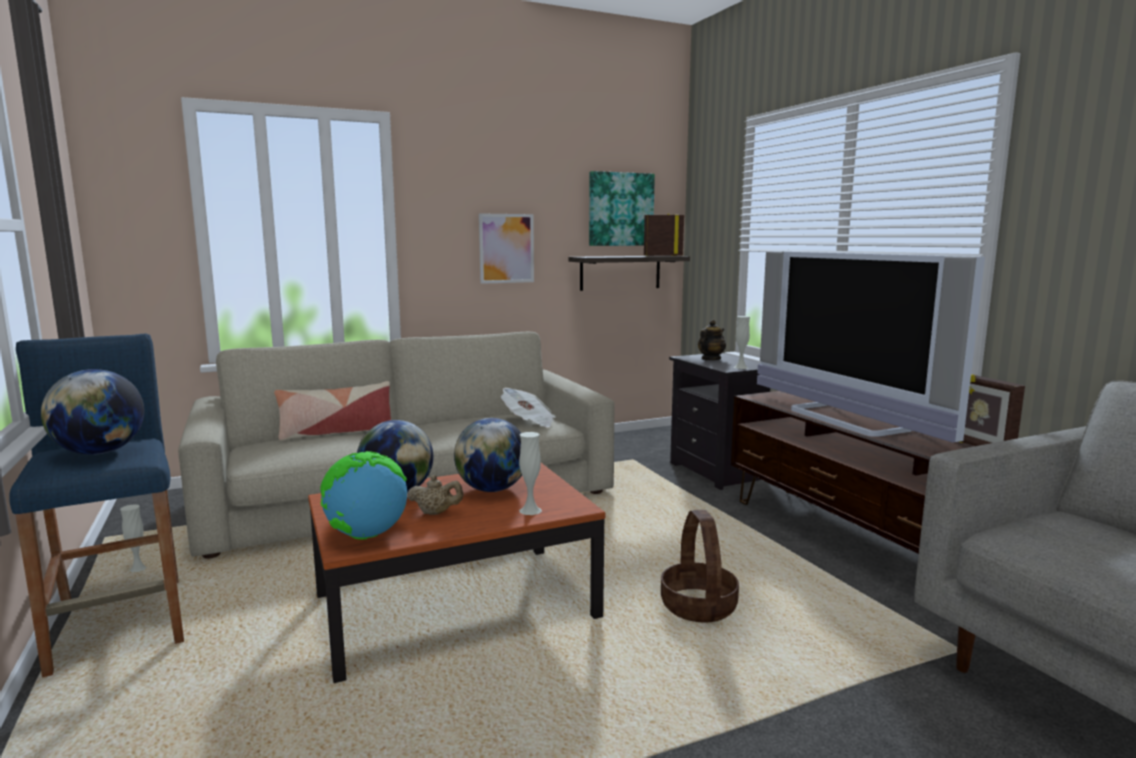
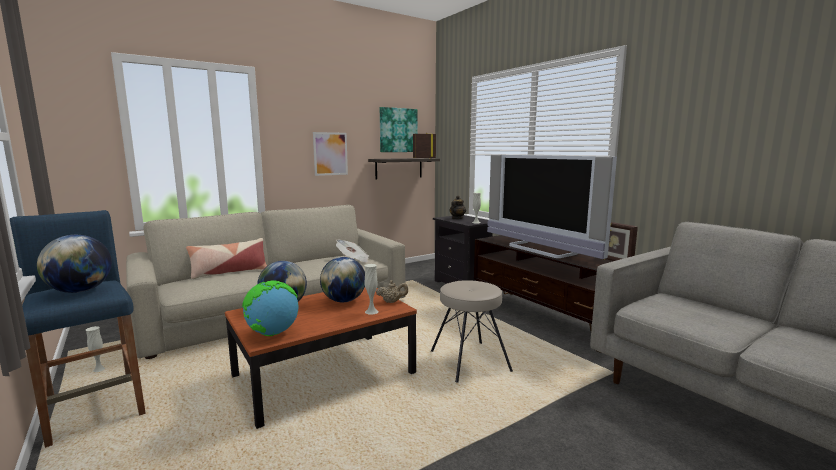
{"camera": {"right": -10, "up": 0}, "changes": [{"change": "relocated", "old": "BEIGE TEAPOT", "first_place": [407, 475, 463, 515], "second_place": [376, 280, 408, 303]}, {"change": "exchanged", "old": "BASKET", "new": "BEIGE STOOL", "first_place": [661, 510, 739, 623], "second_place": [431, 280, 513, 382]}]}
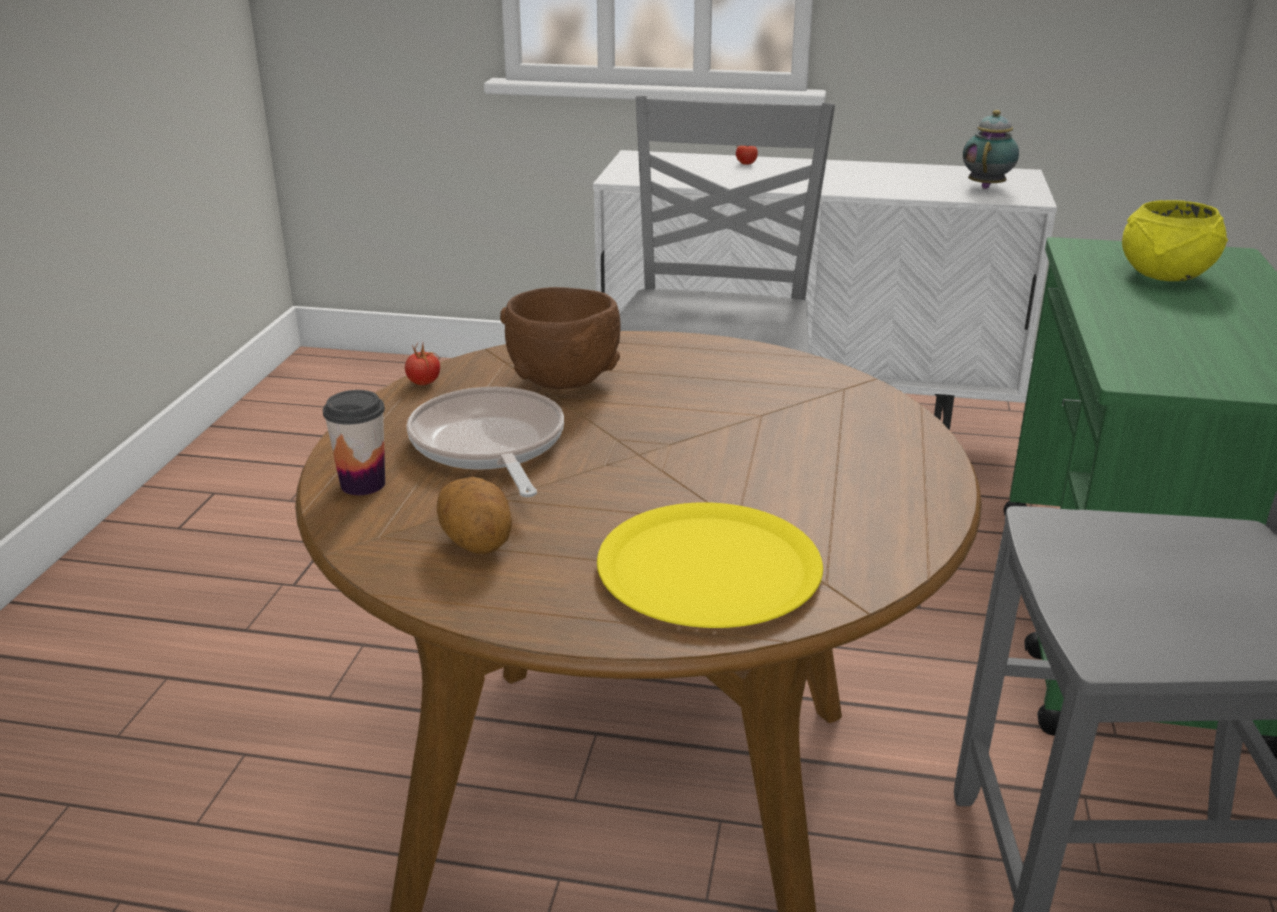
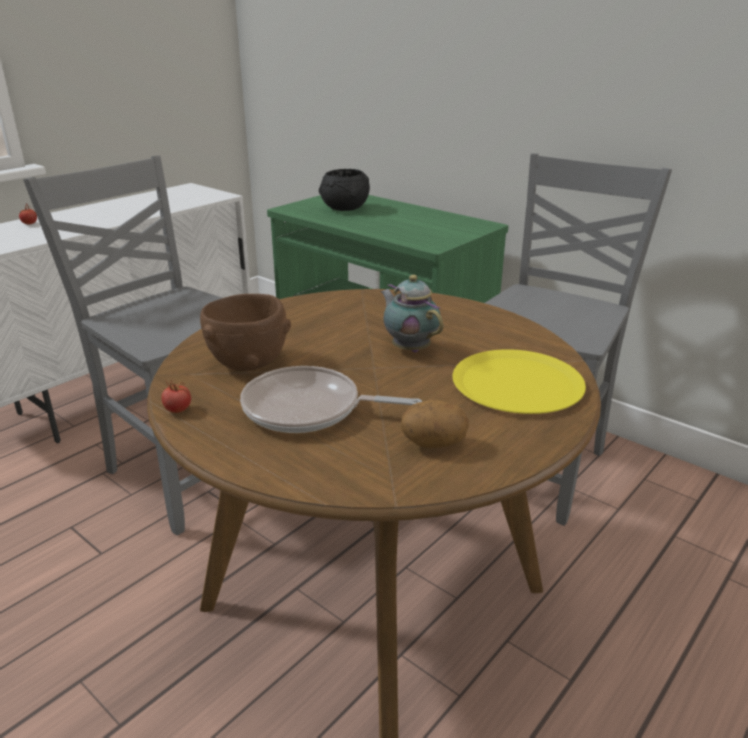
{"camera": {"right": -60, "up": 0}, "changes": [{"change": "missing", "old": "CUP", "first_place": [323, 390, 385, 495]}, {"change": "relocated", "old": "TEAPOT", "first_place": [963, 110, 1019, 189], "second_place": [380, 275, 443, 352]}, {"change": "colour", "old": "YELLOW BOWL", "new": "BLACK BOWL", "first_place": [1122, 200, 1228, 281], "second_place": [319, 169, 370, 211]}]}
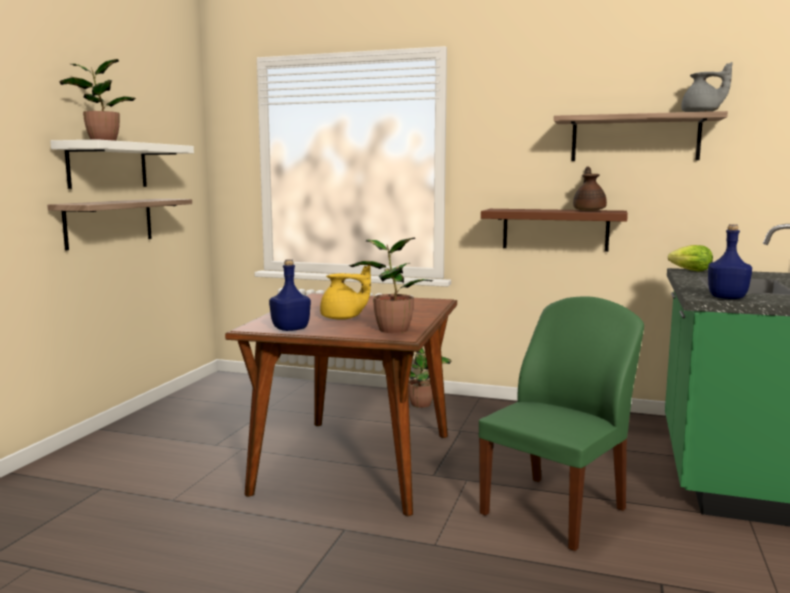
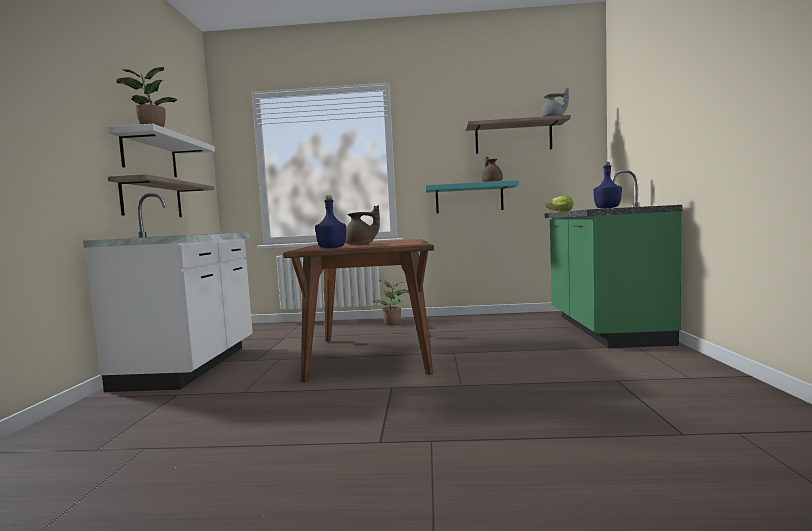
{"camera": {"right": -15, "up": -5}, "changes": [{"change": "missing", "old": "POTTED PLANT", "first_place": [349, 238, 433, 333]}, {"change": "missing", "old": "GREEN CHAIR", "first_place": [479, 297, 644, 551]}, {"change": "appeared", "new": "WHITE COUNTER", "second_place": [83, 193, 253, 392]}, {"change": "colour", "old": "YELLOW TEAPOT", "new": "BROWN TEAPOT", "first_place": [320, 265, 371, 320], "second_place": [345, 205, 380, 245]}, {"change": "colour", "old": "BROWN SHELF", "new": "TURQUOISE SHELF", "first_place": [481, 209, 628, 252], "second_place": [426, 180, 519, 213]}]}
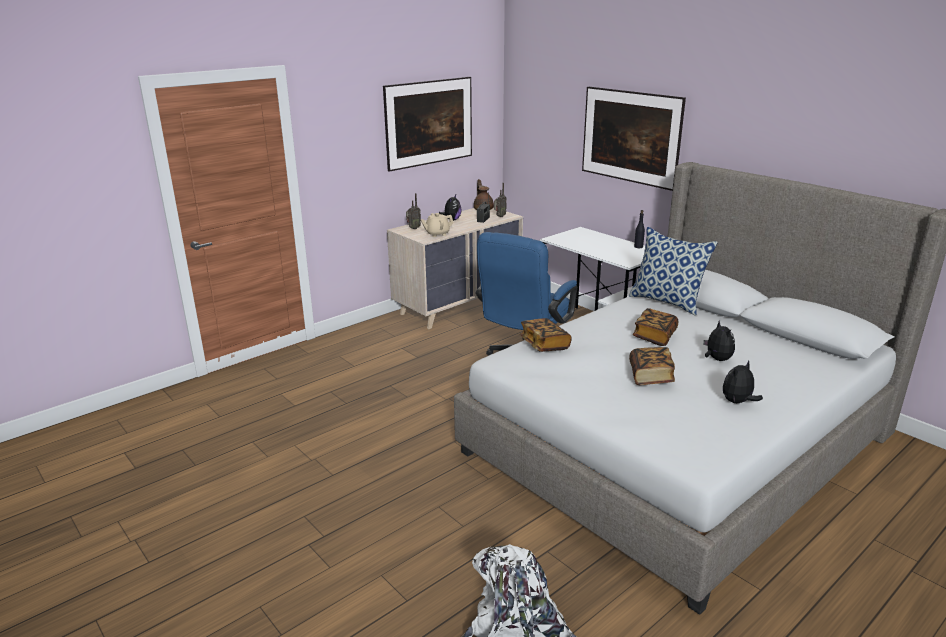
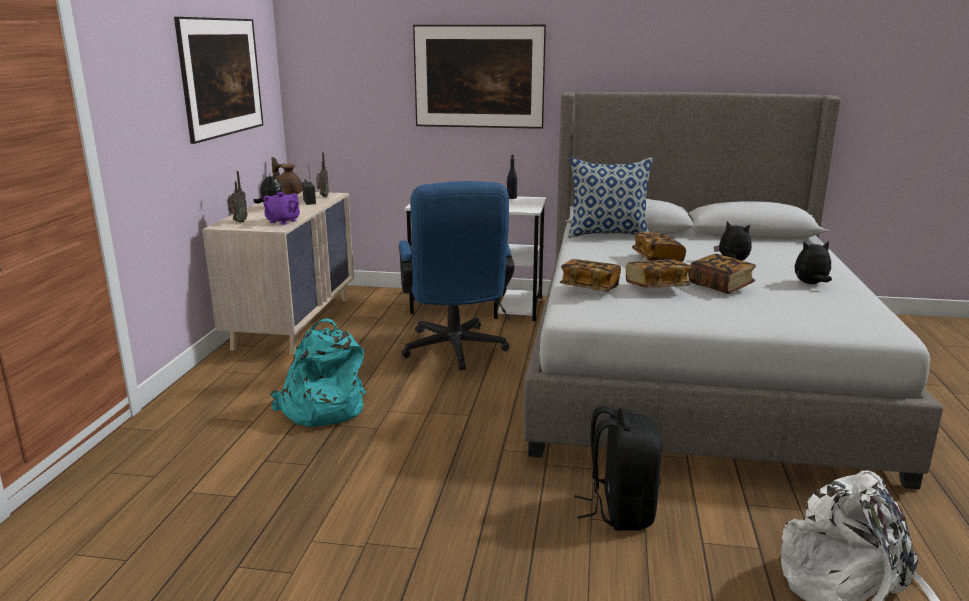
{"camera": {"right": -40, "up": -5}, "changes": [{"change": "appeared", "new": "TURQUOISE BACKPACK", "second_place": [270, 318, 366, 427]}, {"change": "appeared", "new": "BLACK BACKPACK", "second_place": [575, 406, 662, 531]}, {"change": "appeared", "new": "BOOK", "second_place": [626, 259, 692, 288]}, {"change": "colour", "old": "BEIGE TEAPOT", "new": "PURPLE TEAPOT", "first_place": [421, 213, 454, 237], "second_place": [263, 192, 300, 225]}, {"change": "spun", "old": "PLUSH TOY", "first_place": [723, 360, 763, 403], "second_place": [795, 241, 832, 284], "degrees": 75}]}
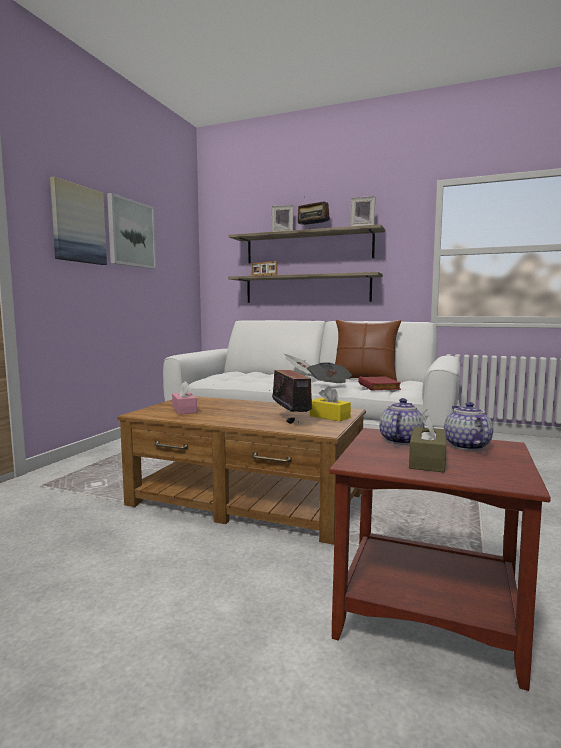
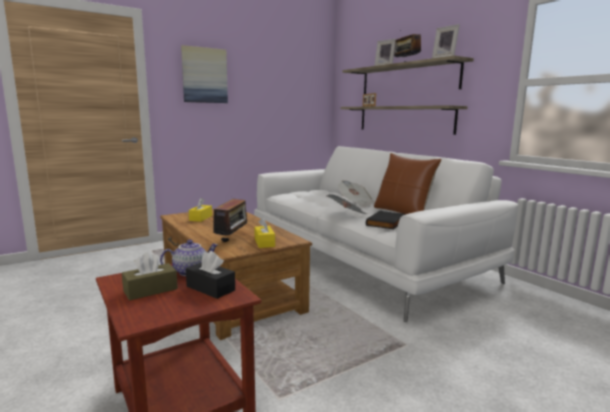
{"camera": {"right": 35, "up": 5}, "changes": [{"change": "missing", "old": "PICTURE", "first_place": [107, 193, 156, 269]}, {"change": "exchanged", "old": "TEAPOT", "new": "BLACK TISSUE BOX", "first_place": [444, 402, 493, 450], "second_place": [186, 251, 235, 299]}, {"change": "colour", "old": "PINK TISSUE BOX", "new": "YELLOW TISSUE BOX", "first_place": [172, 381, 197, 414], "second_place": [189, 198, 212, 222]}, {"change": "colour", "old": "RED BOOK", "new": "BLACK BOOK", "first_place": [358, 376, 401, 391], "second_place": [366, 210, 405, 229]}]}
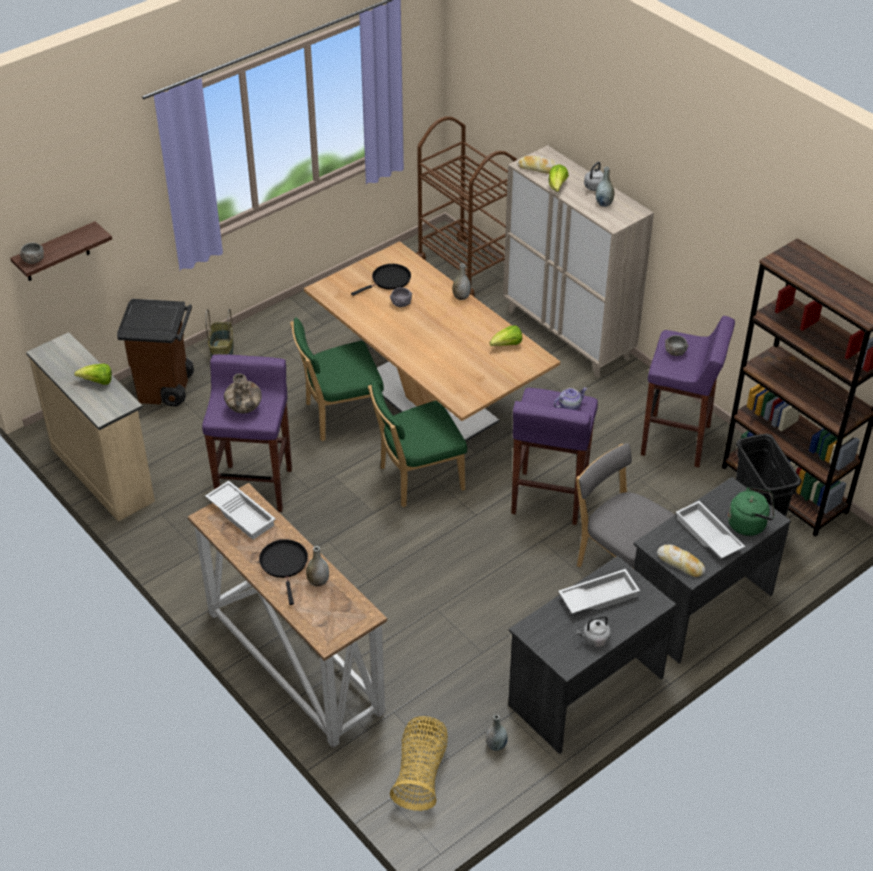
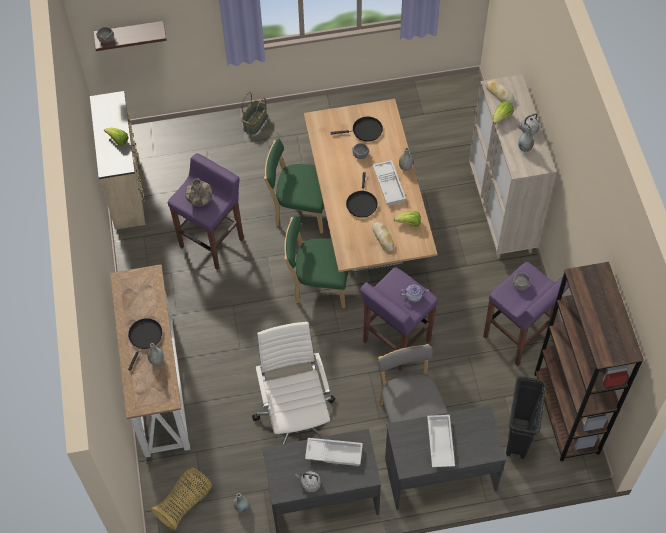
{"camera": {"right": 30, "up": 15}, "changes": [{"change": "missing", "old": "BROWN TRASH CAN", "first_place": [117, 299, 194, 406]}, {"change": "missing", "old": "BROWN CART", "first_place": [416, 116, 517, 297]}, {"change": "missing", "old": "GREEN KETTLE", "first_place": [728, 487, 775, 536]}, {"change": "appeared", "new": "WHITE OFFICE CHAIR", "second_place": [252, 322, 336, 444]}, {"change": "appeared", "new": "BLACK FRYING PAN", "second_place": [346, 172, 378, 218]}, {"change": "relocated", "old": "WHITE TRAY", "first_place": [205, 481, 276, 540], "second_place": [373, 160, 406, 206]}, {"change": "relocated", "old": "BREAD", "first_place": [657, 544, 706, 577], "second_place": [372, 222, 394, 251]}]}
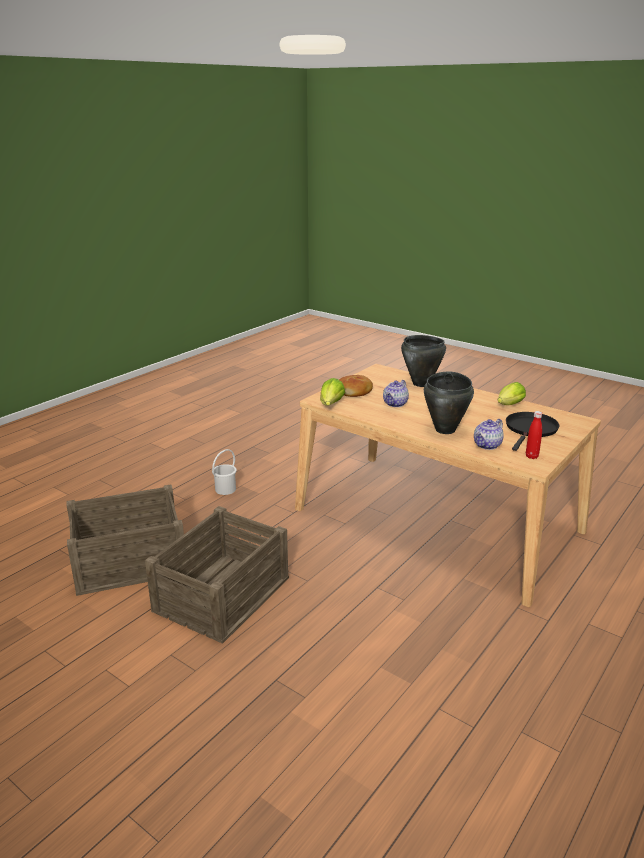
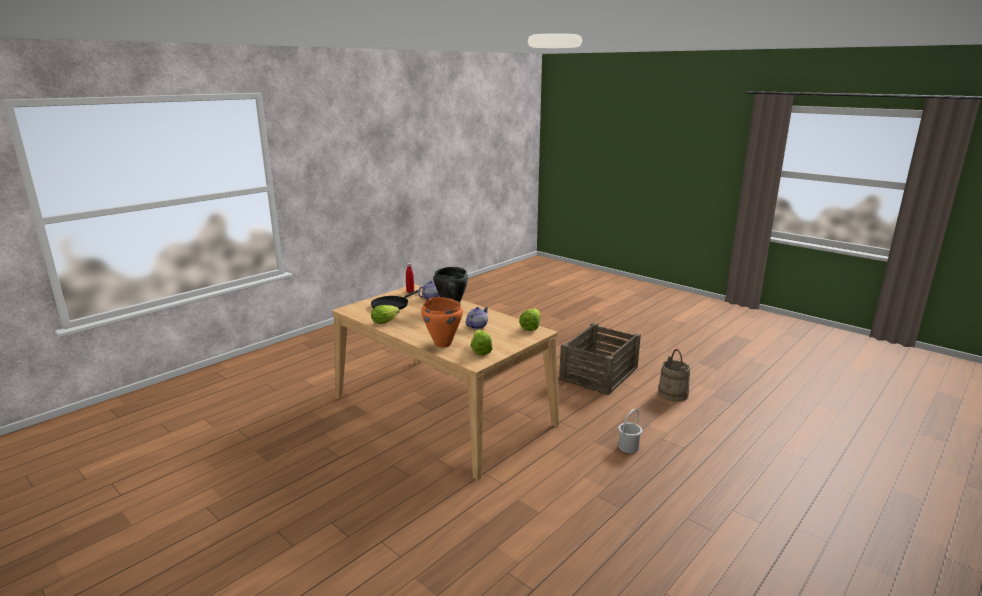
{"camera": {"right": -175, "up": -5}, "changes": [{"change": "missing", "old": "BREAD", "first_place": [339, 375, 373, 397]}, {"change": "appeared", "new": "LETTUCE", "second_place": [470, 330, 492, 355]}, {"change": "exchanged", "old": "CRATE", "new": "BEIGE BUCKET", "first_place": [66, 485, 184, 596], "second_place": [658, 349, 690, 401]}, {"change": "colour", "old": "BLACK COOKING POT", "new": "ORANGE COOKING POT", "first_place": [401, 335, 446, 387], "second_place": [421, 297, 463, 348]}]}
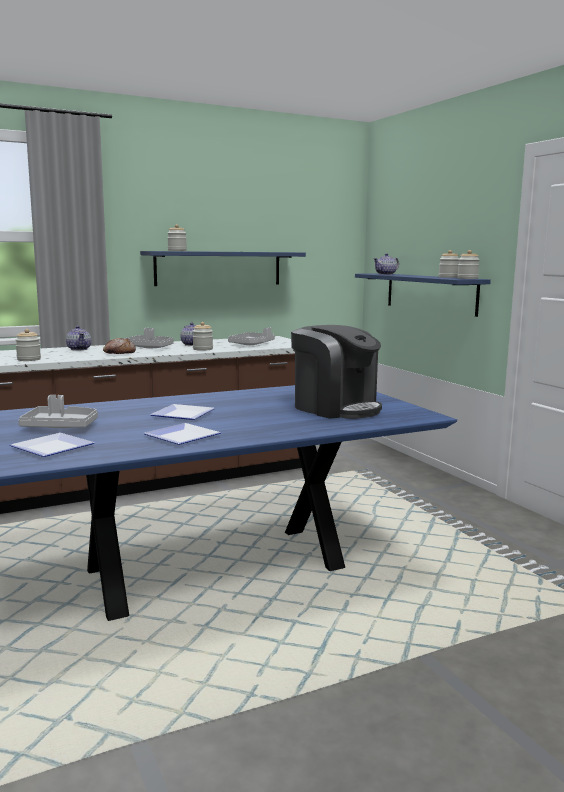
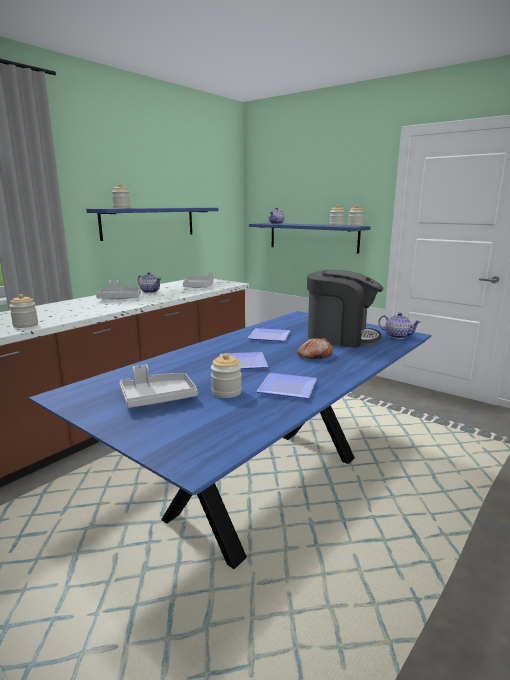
{"camera": {"right": -25, "up": 5}, "changes": [{"change": "relocated", "old": "PLATE", "first_place": [10, 433, 95, 457], "second_place": [247, 328, 290, 341]}, {"change": "relocated", "old": "TEAPOT", "first_place": [66, 326, 91, 351], "second_place": [378, 312, 421, 339]}, {"change": "relocated", "old": "BREAD", "first_place": [103, 338, 136, 354], "second_place": [297, 338, 333, 359]}, {"change": "relocated", "old": "JAR", "first_place": [192, 322, 213, 351], "second_place": [211, 353, 242, 398]}]}
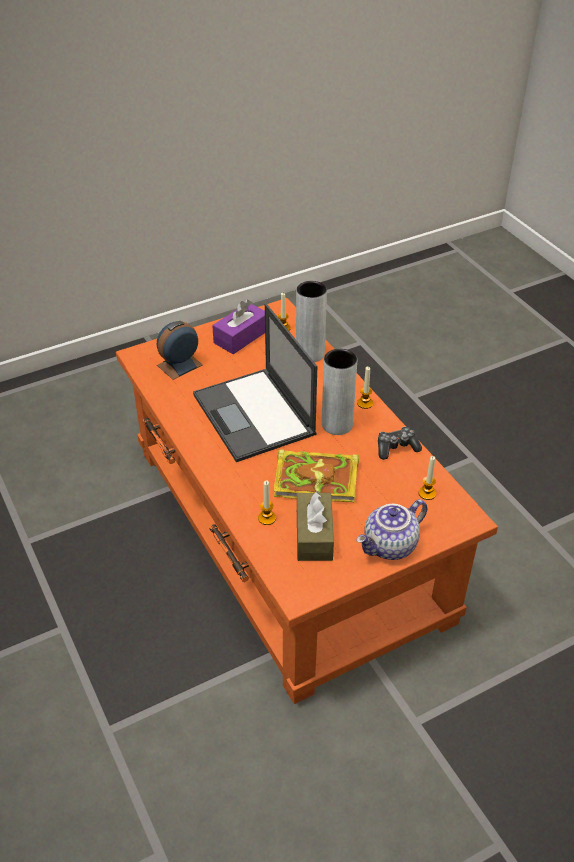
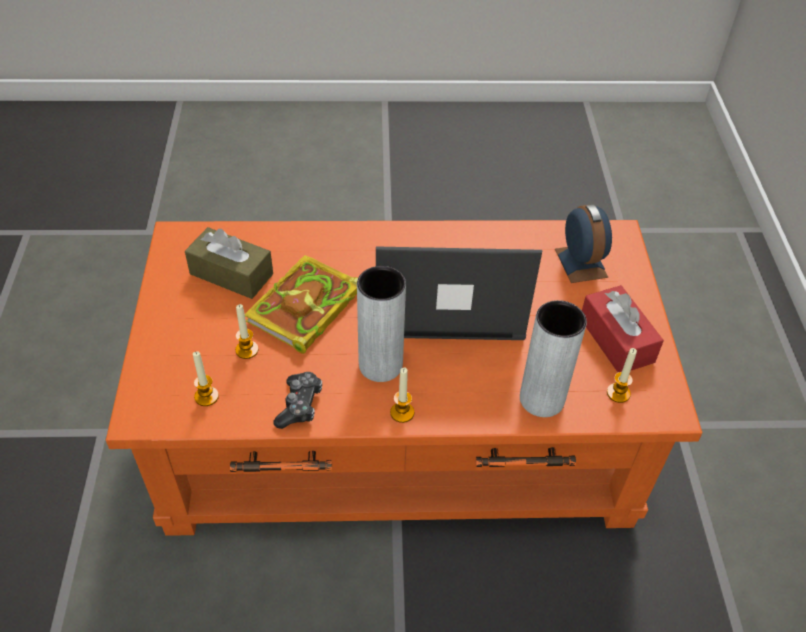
{"camera": {"right": 115, "up": 5}, "changes": [{"change": "missing", "old": "TEAPOT", "first_place": [356, 499, 427, 560]}, {"change": "relocated", "old": "CANDLE", "first_place": [258, 480, 276, 525], "second_place": [235, 304, 259, 359]}, {"change": "colour", "old": "PURPLE TISSUE BOX", "new": "RED TISSUE BOX", "first_place": [212, 300, 265, 354], "second_place": [582, 285, 664, 372]}]}
